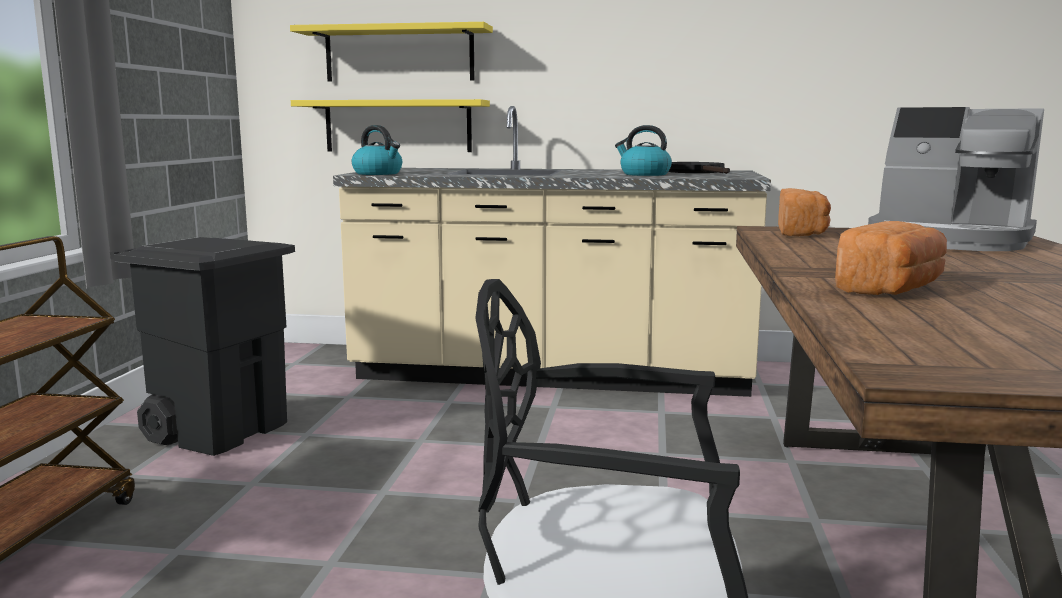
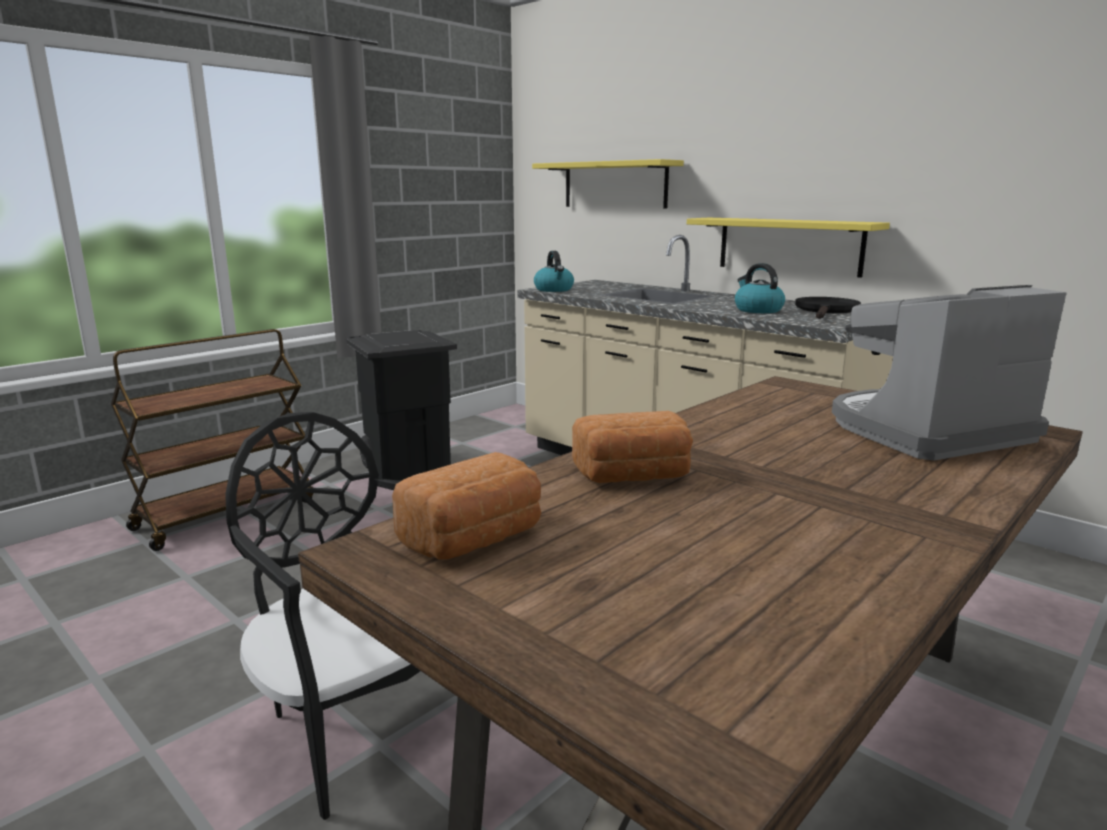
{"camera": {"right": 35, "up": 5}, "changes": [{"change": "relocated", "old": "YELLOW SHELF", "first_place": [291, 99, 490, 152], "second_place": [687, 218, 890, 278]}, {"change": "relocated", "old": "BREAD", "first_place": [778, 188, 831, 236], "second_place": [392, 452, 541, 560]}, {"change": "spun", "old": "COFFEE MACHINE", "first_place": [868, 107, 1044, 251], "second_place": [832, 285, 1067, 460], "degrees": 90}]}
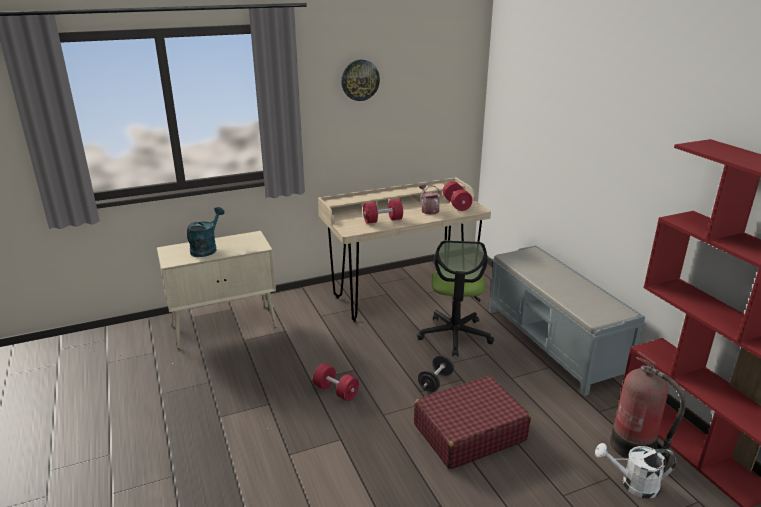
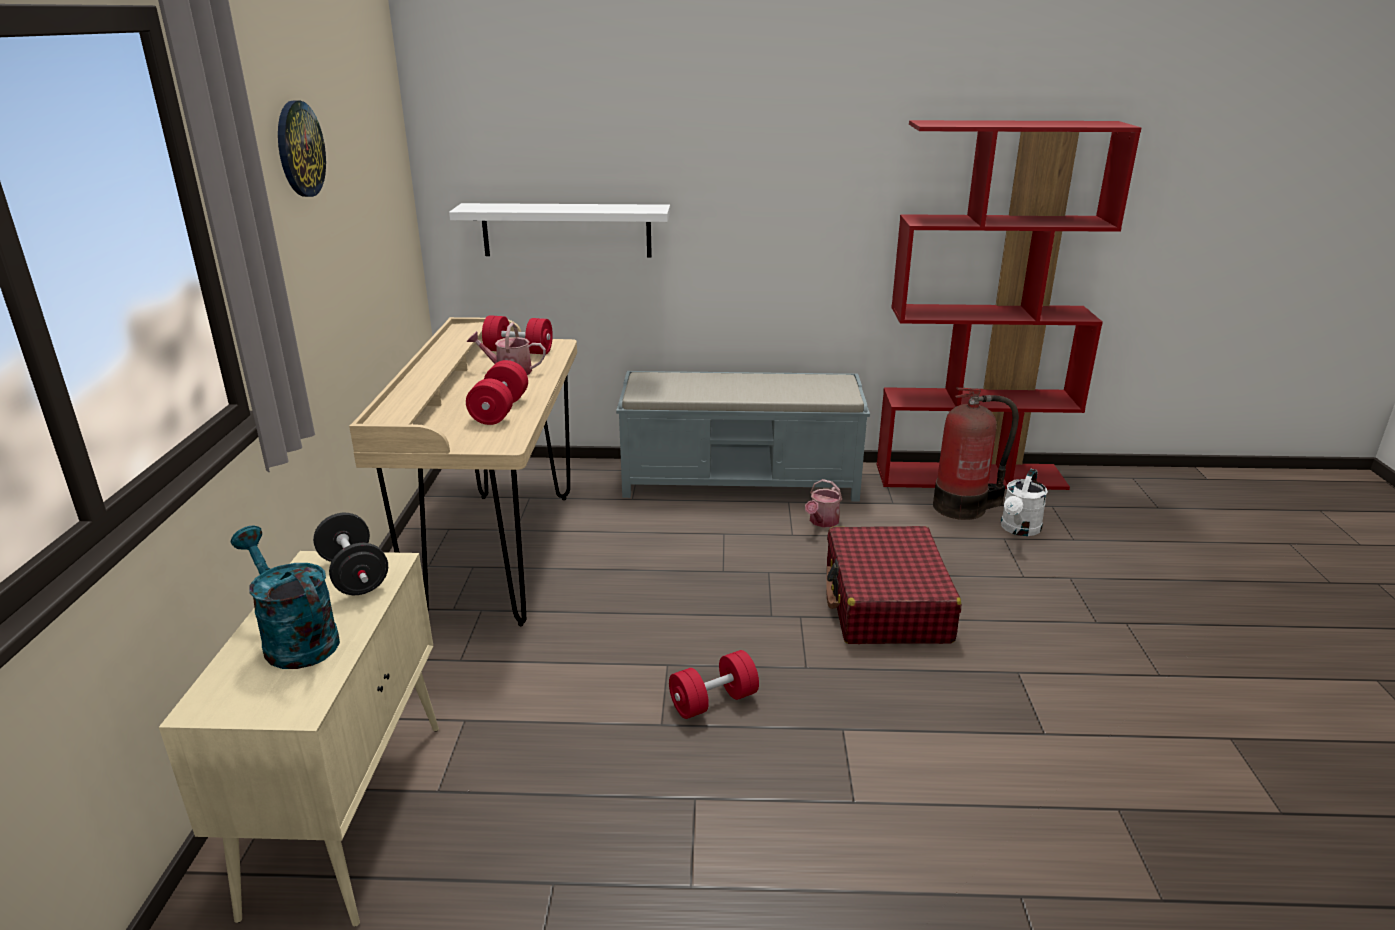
{"camera": {"right": -65, "up": 0}, "changes": [{"change": "missing", "old": "OFFICE CHAIR", "first_place": [417, 240, 494, 356]}, {"change": "appeared", "new": "WHITE SHELF", "second_place": [449, 203, 670, 257]}, {"change": "appeared", "new": "WATERING CAN", "second_place": [805, 479, 842, 527]}, {"change": "relocated", "old": "BLACK DUMBBELL", "first_place": [418, 355, 454, 392], "second_place": [313, 513, 388, 595]}]}
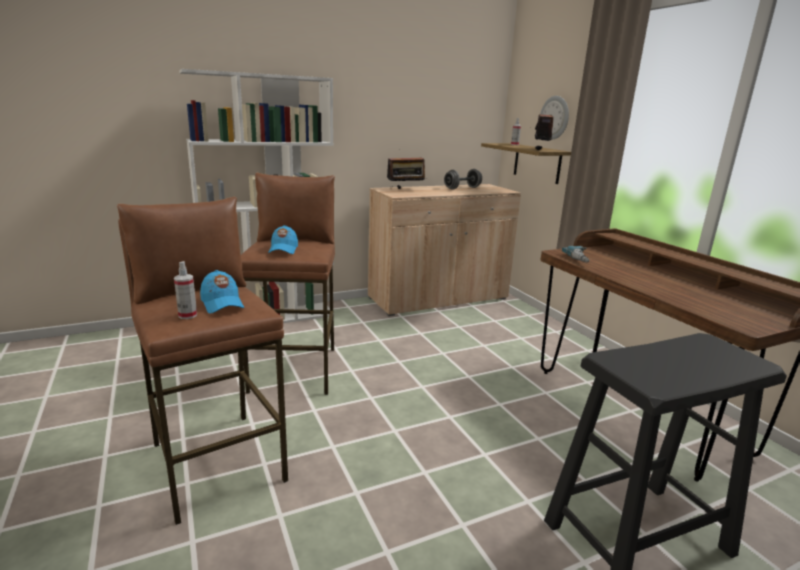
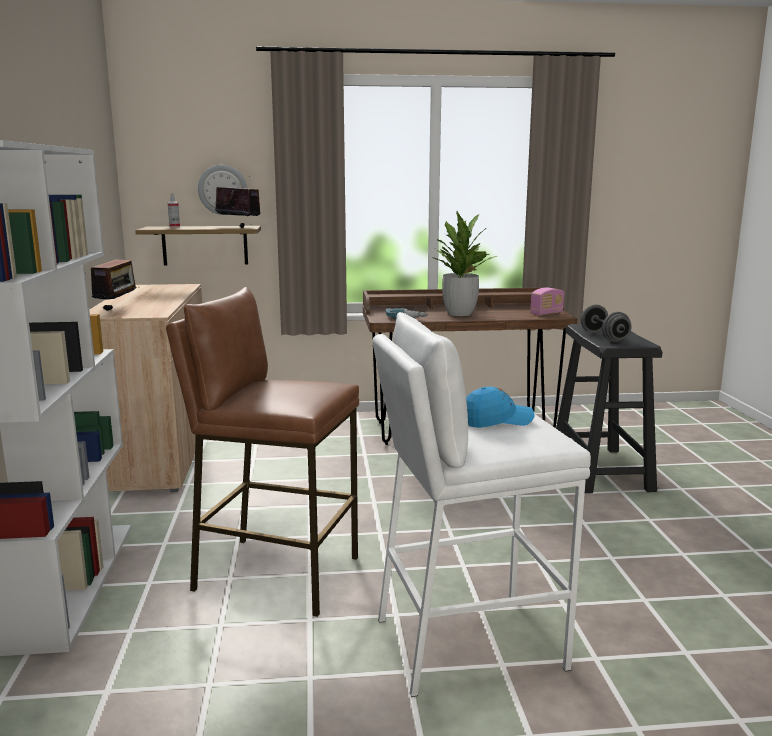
{"camera": {"right": -70, "up": -5}, "changes": [{"change": "missing", "old": "SPRAY BOTTLE", "first_place": [174, 261, 197, 319]}, {"change": "missing", "old": "BLUE CAP", "first_place": [268, 225, 298, 254]}, {"change": "appeared", "new": "POTTED PLANT", "second_place": [431, 211, 497, 316]}, {"change": "appeared", "new": "RADIO", "second_place": [530, 288, 564, 316]}, {"change": "relocated", "old": "GREY DUMBBELL", "first_place": [444, 169, 482, 189], "second_place": [581, 304, 632, 342]}, {"change": "colour", "old": "BROWN STOOL", "new": "WHITE STOOL", "first_place": [117, 197, 288, 525], "second_place": [373, 312, 591, 697]}]}
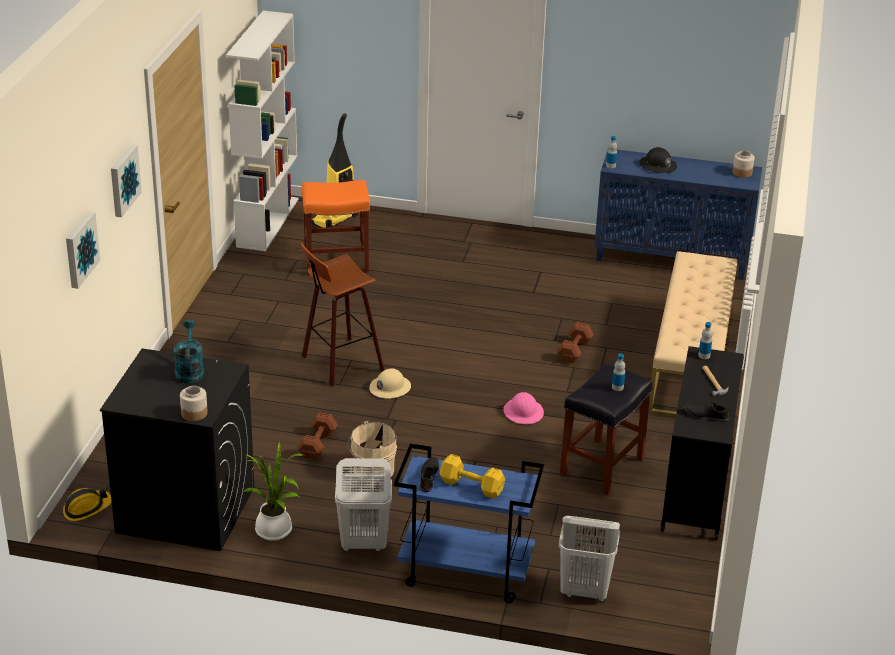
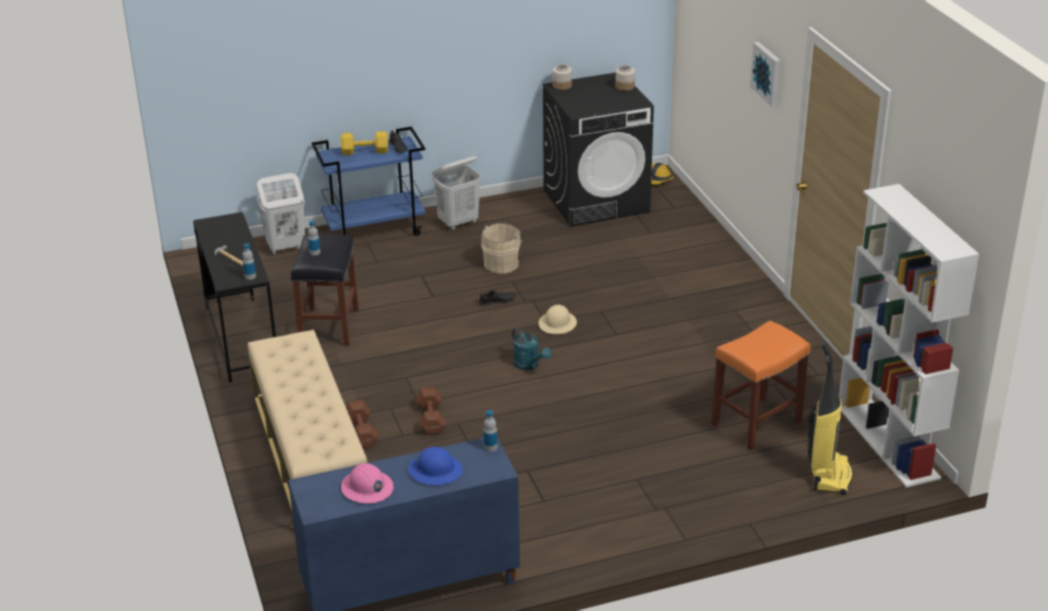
{"camera": {"right": 150, "up": 0}, "changes": [{"change": "missing", "old": "PICTURE", "first_place": [66, 211, 100, 289]}, {"change": "missing", "old": "POTTED PLANT", "first_place": [243, 441, 303, 541]}, {"change": "missing", "old": "STOOL", "first_place": [301, 243, 384, 386]}, {"change": "relocated", "old": "TURQUOISE WATERING CAN", "first_place": [174, 320, 204, 383], "second_place": [512, 328, 552, 370]}, {"change": "relocated", "old": "BROWN DUMBBELL", "first_place": [297, 412, 338, 460], "second_place": [346, 400, 378, 448]}, {"change": "relocated", "old": "PINK HARD HAT", "first_place": [503, 392, 544, 424], "second_place": [341, 463, 393, 504]}, {"change": "relocated", "old": "BLACK SHOE", "first_place": [683, 401, 729, 422], "second_place": [479, 290, 517, 306]}, {"change": "relocated", "old": "JAR", "first_place": [732, 151, 754, 178], "second_place": [615, 65, 635, 91]}, {"change": "colour", "old": "BLACK HARD HAT", "new": "BLUE HARD HAT", "first_place": [639, 147, 677, 173], "second_place": [408, 447, 463, 485]}]}
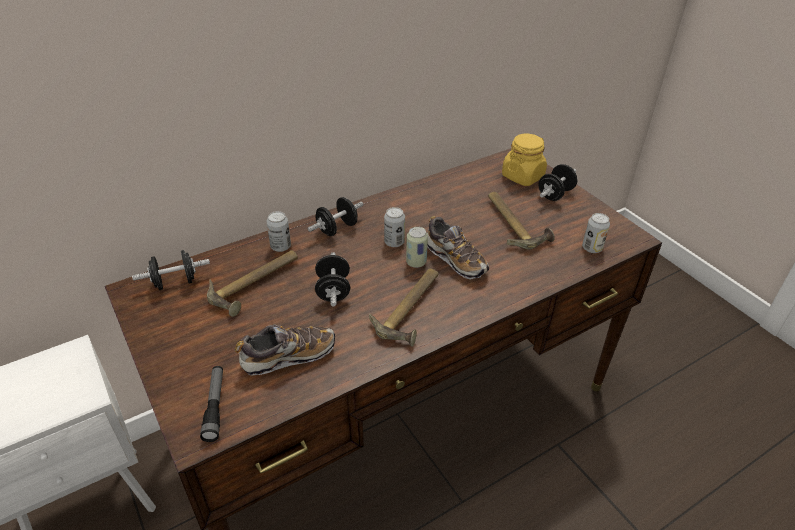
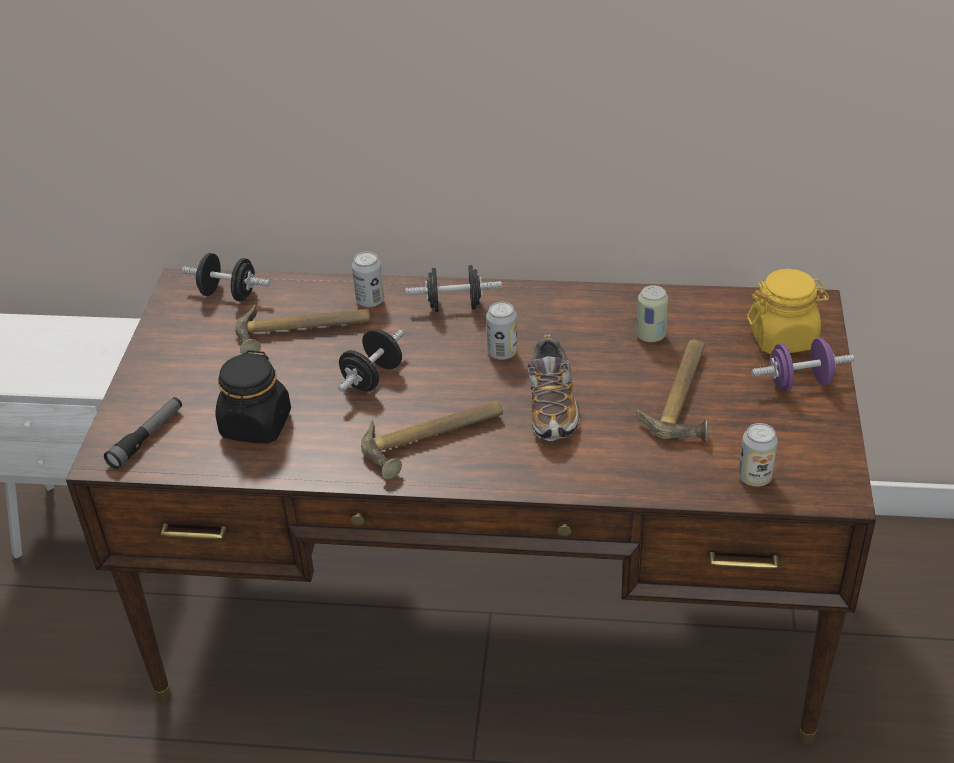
{"camera": {"right": 40, "up": 0}, "changes": [{"change": "relocated", "old": "CAN", "first_place": [406, 227, 428, 268], "second_place": [636, 285, 668, 343]}, {"change": "exchanged", "old": "SHOE", "new": "BLACK JAR", "first_place": [235, 324, 335, 375], "second_place": [215, 350, 291, 443]}, {"change": "colour", "old": "BLACK DUMBBELL", "new": "PURPLE DUMBBELL", "first_place": [539, 164, 577, 201], "second_place": [751, 338, 854, 391]}]}
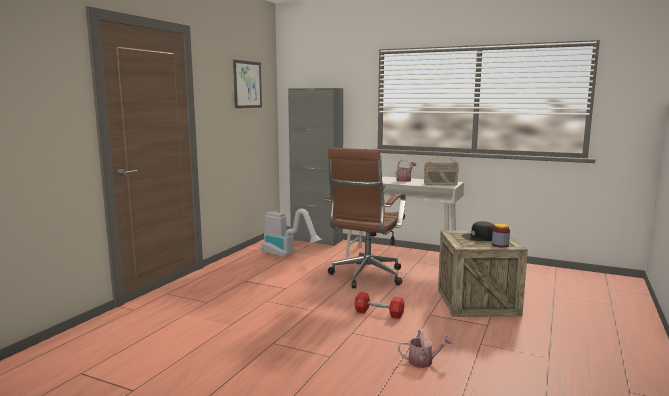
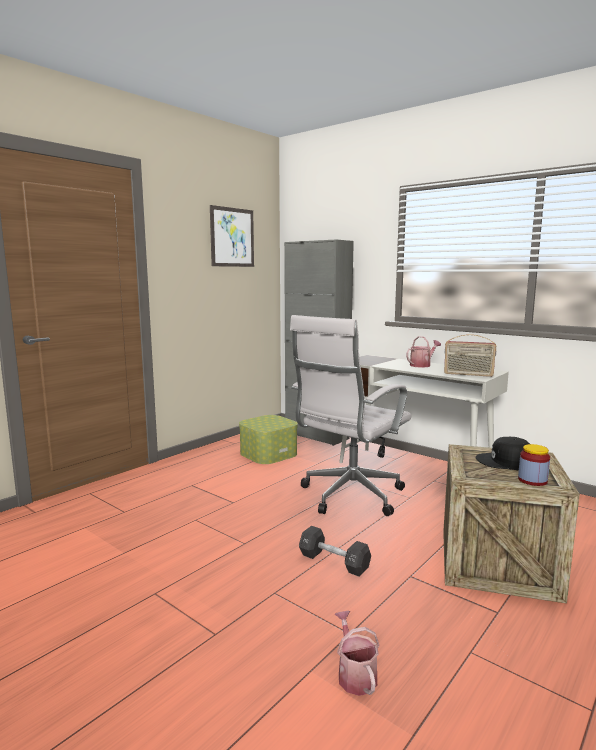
{"camera": {"right": 15, "up": 0}, "changes": [{"change": "exchanged", "old": "VACUUM CLEANER", "new": "STORAGE BOX", "first_place": [262, 209, 322, 257], "second_place": [239, 415, 298, 464]}, {"change": "colour", "old": "BROWN OFFICE CHAIR", "new": "WHITE OFFICE CHAIR", "first_place": [325, 147, 406, 289], "second_place": [290, 315, 411, 516]}, {"change": "colour", "old": "RED DUMBBELL", "new": "BLACK DUMBBELL", "first_place": [354, 292, 404, 319], "second_place": [299, 526, 371, 577]}, {"change": "spun", "old": "WATERING CAN", "first_place": [398, 329, 452, 368], "second_place": [335, 610, 380, 696], "degrees": -120}]}
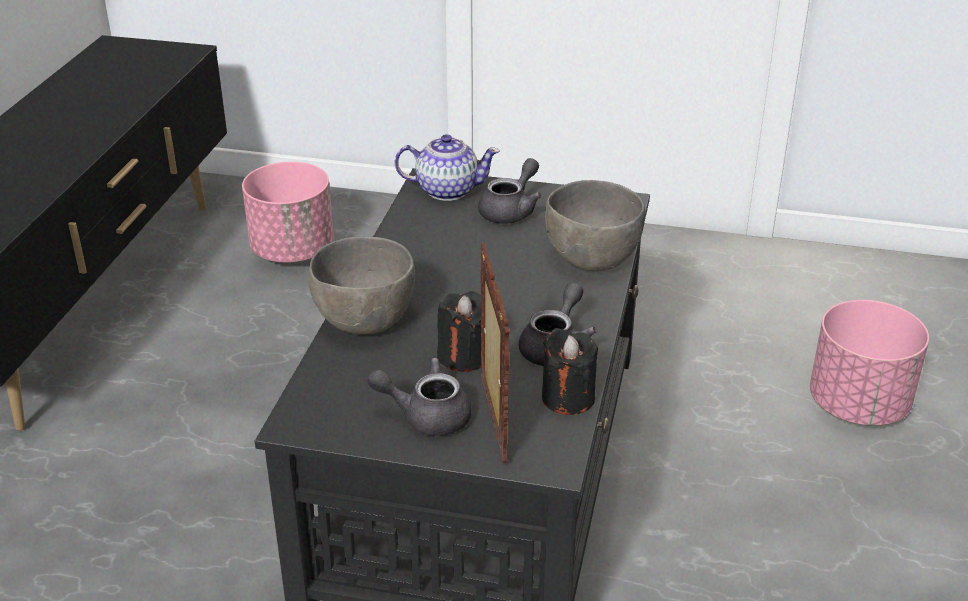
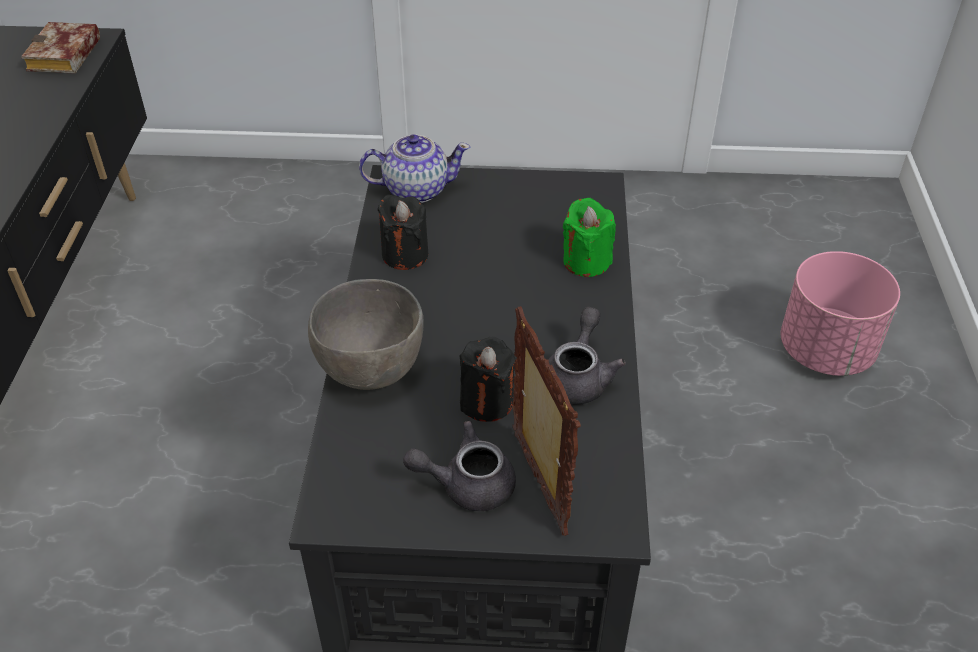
{"camera": {"right": -10, "up": 10}, "changes": [{"change": "missing", "old": "PINK PLANTER", "first_place": [242, 162, 334, 263]}, {"change": "missing", "old": "GREY TEAPOT", "first_place": [478, 158, 542, 224]}, {"change": "appeared", "new": "BOOK", "second_place": [21, 22, 100, 74]}, {"change": "relocated", "old": "BLACK CANDLE", "first_place": [542, 328, 598, 415], "second_place": [377, 195, 428, 270]}, {"change": "exchanged", "old": "GREY BOWL", "new": "GREEN CANDLE", "first_place": [545, 180, 645, 271], "second_place": [563, 198, 616, 277]}]}
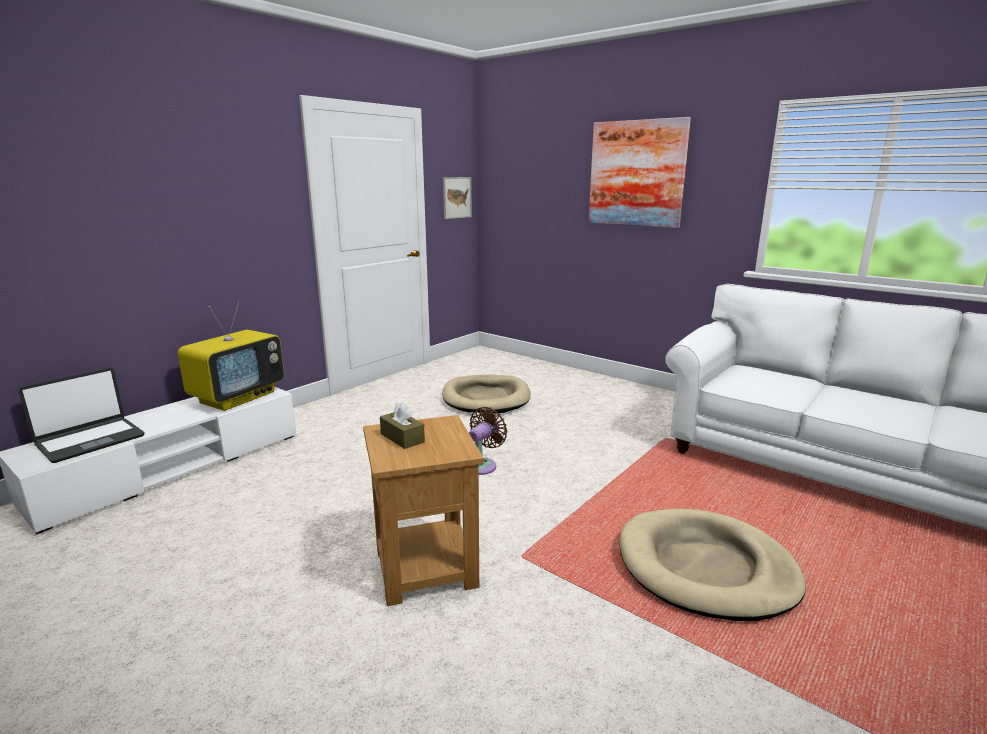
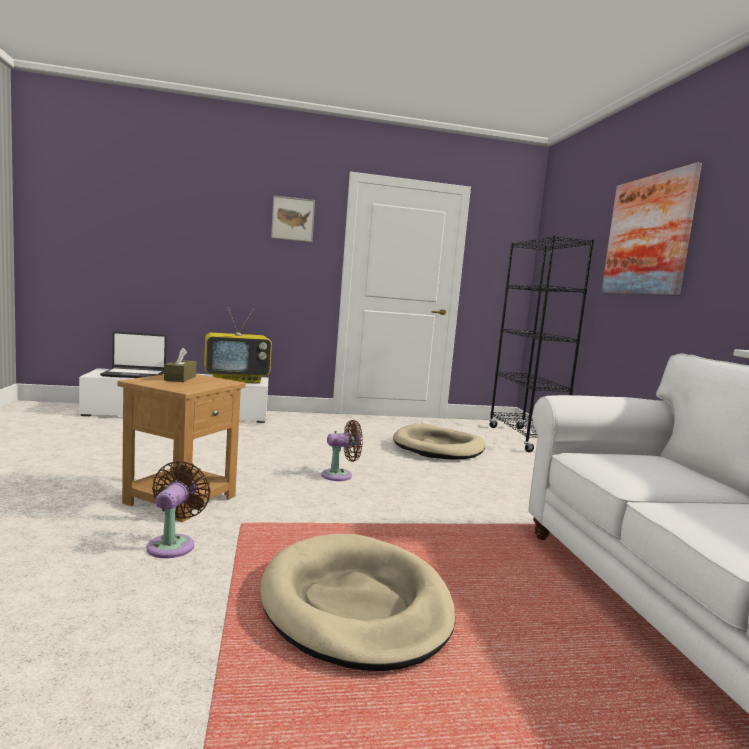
{"camera": {"right": 40, "up": -10}, "changes": [{"change": "appeared", "new": "BROWN FAN", "second_place": [146, 461, 211, 558]}, {"change": "appeared", "new": "BLACK BOOKCASE", "second_place": [489, 235, 594, 452]}, {"change": "relocated", "old": "PICTURE", "first_place": [443, 177, 472, 219], "second_place": [271, 195, 315, 242]}]}
